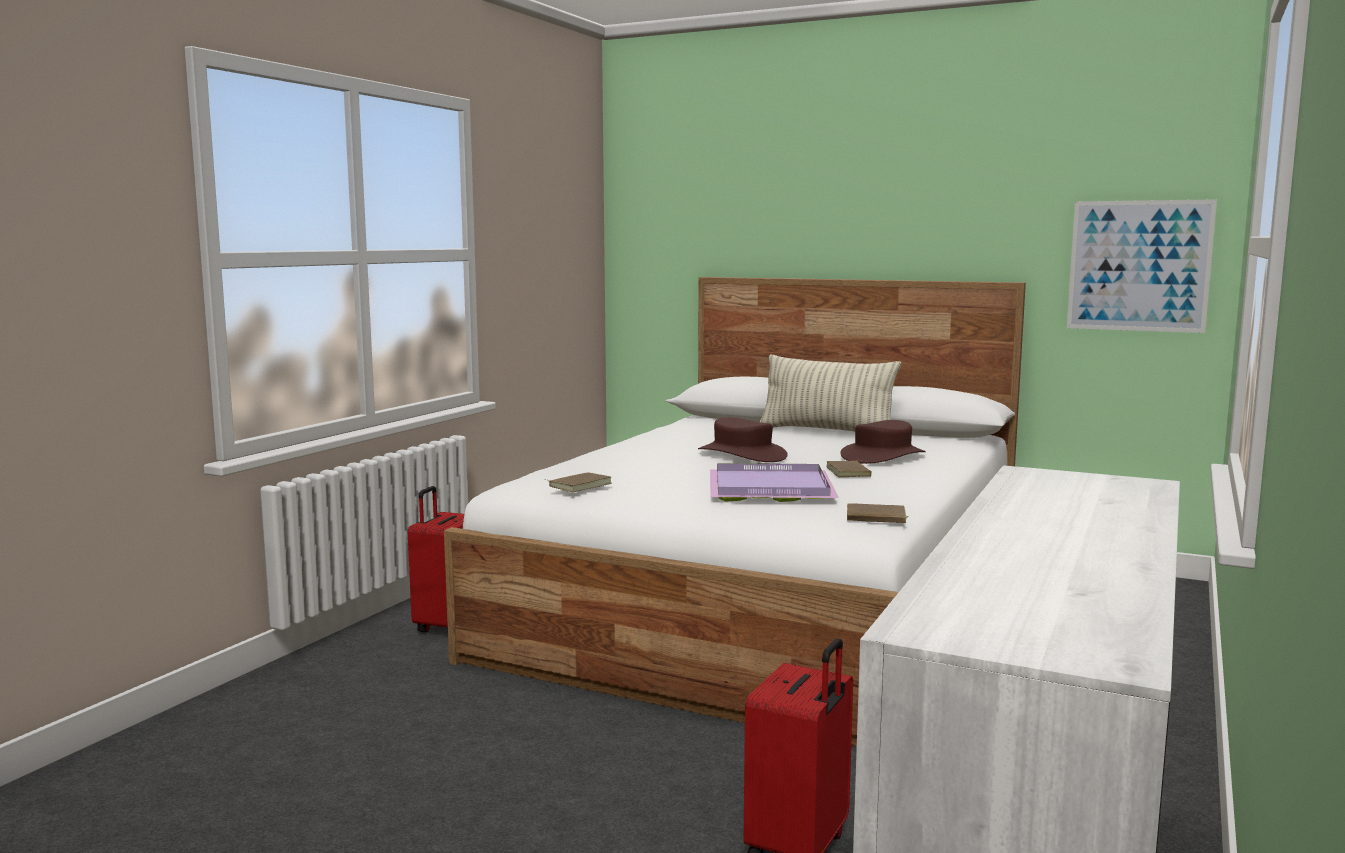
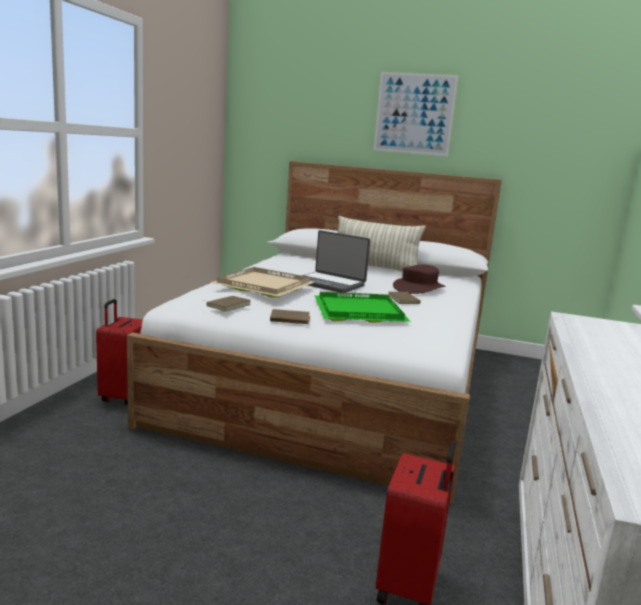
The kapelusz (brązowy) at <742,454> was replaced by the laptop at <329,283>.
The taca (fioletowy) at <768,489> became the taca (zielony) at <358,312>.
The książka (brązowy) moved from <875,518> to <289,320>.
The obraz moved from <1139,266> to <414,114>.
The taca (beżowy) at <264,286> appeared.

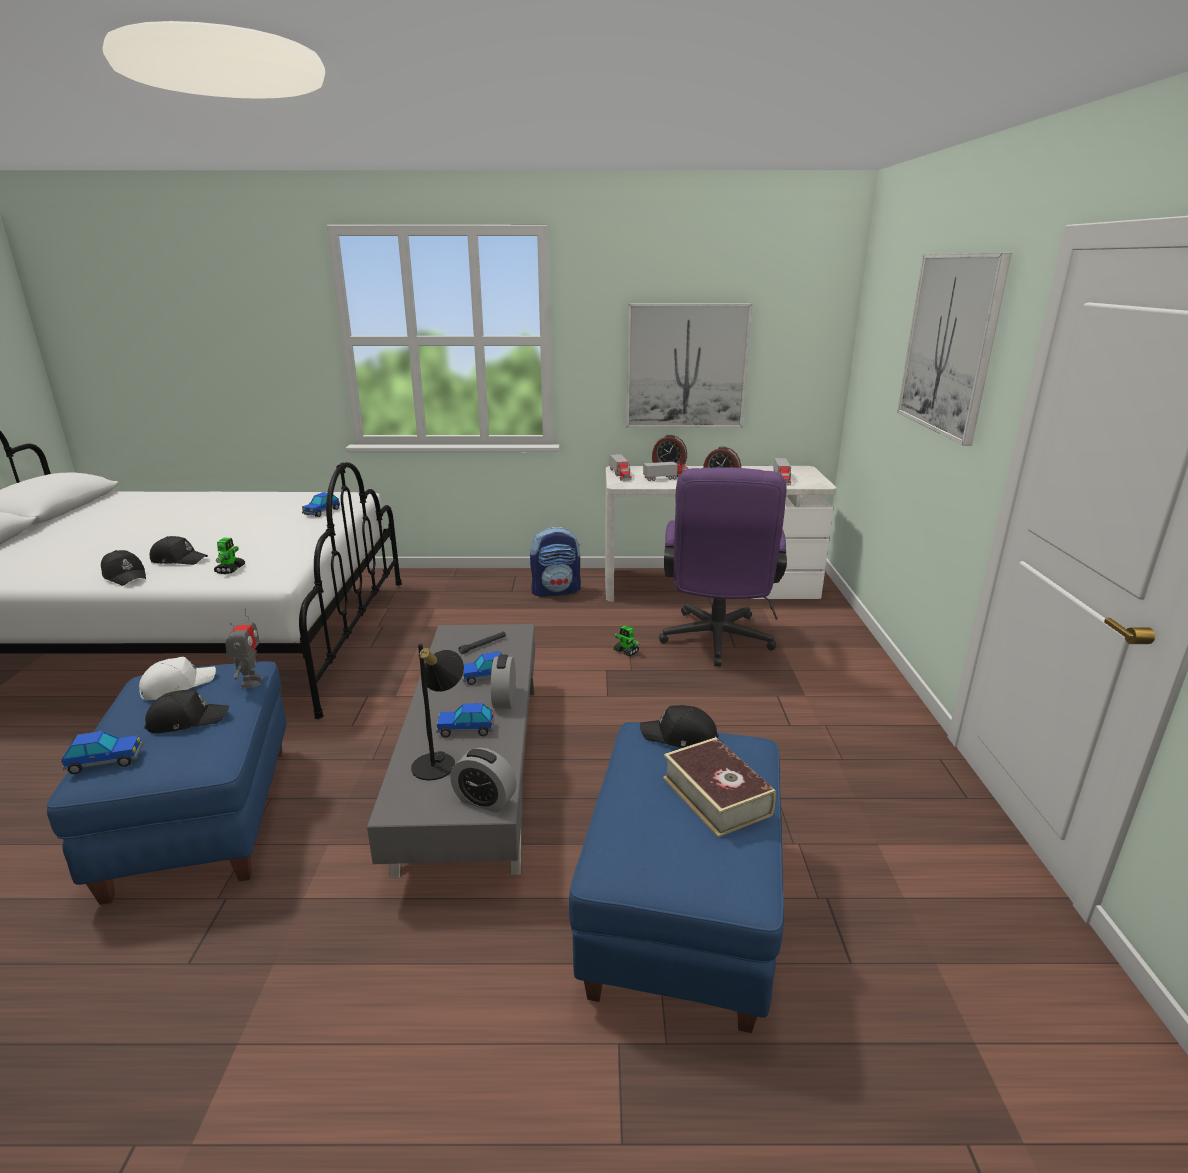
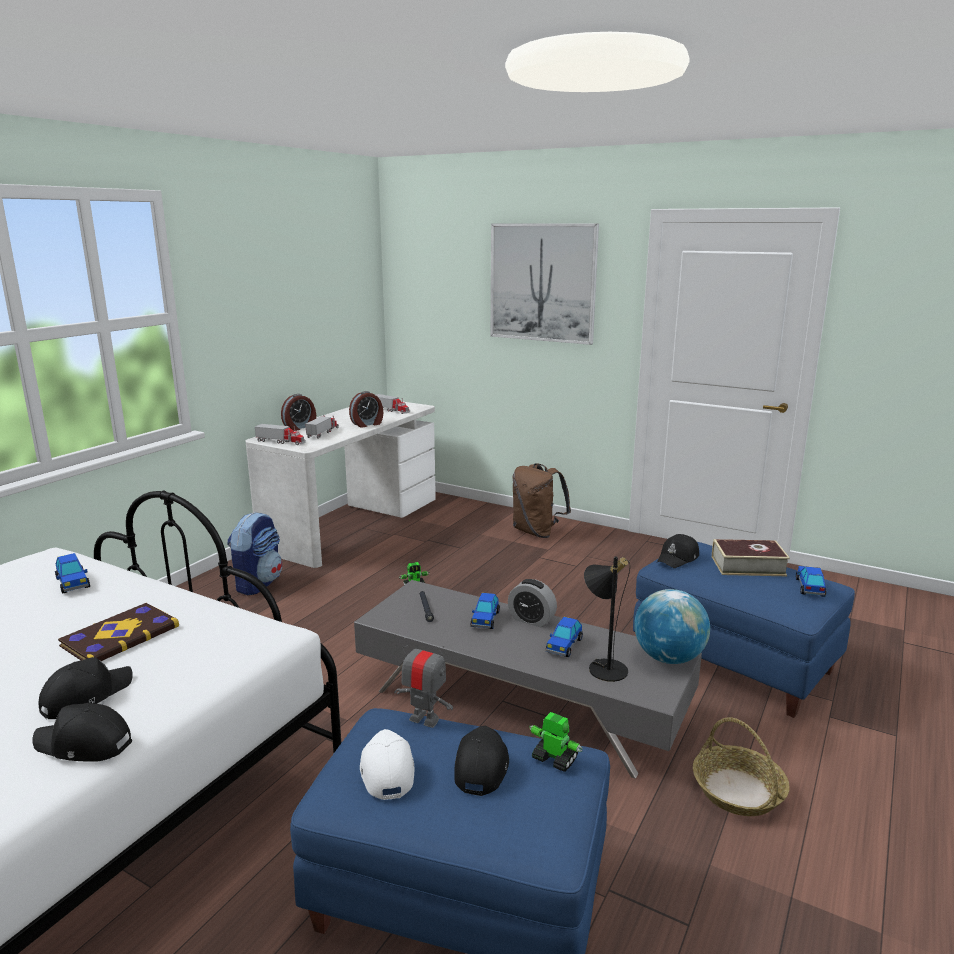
The samochodzik moved from <105,761> to <809,587>.
The czapka z daszkiem (czarny) at <125,576> turned 150 degrees counterclockwise.
The robot zabawkowy moved from <230,569> to <554,759>.
The budzik at <484,800> was replaced by the globus at <668,658>.
The obraz at <686,366> disappeared.
The krzesło biurowe (fioletowy) at <716,643> disappeared.
The książka at <120,636> appeared.
The plecak (brązowy) at <537,532> appeared.
The koszyk at <738,791> appeared.

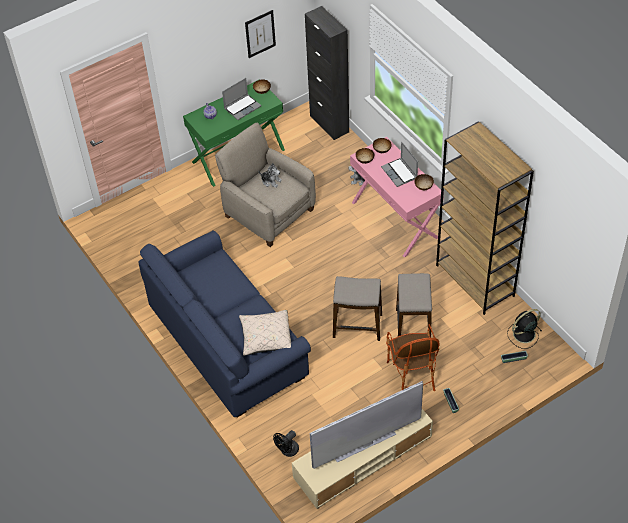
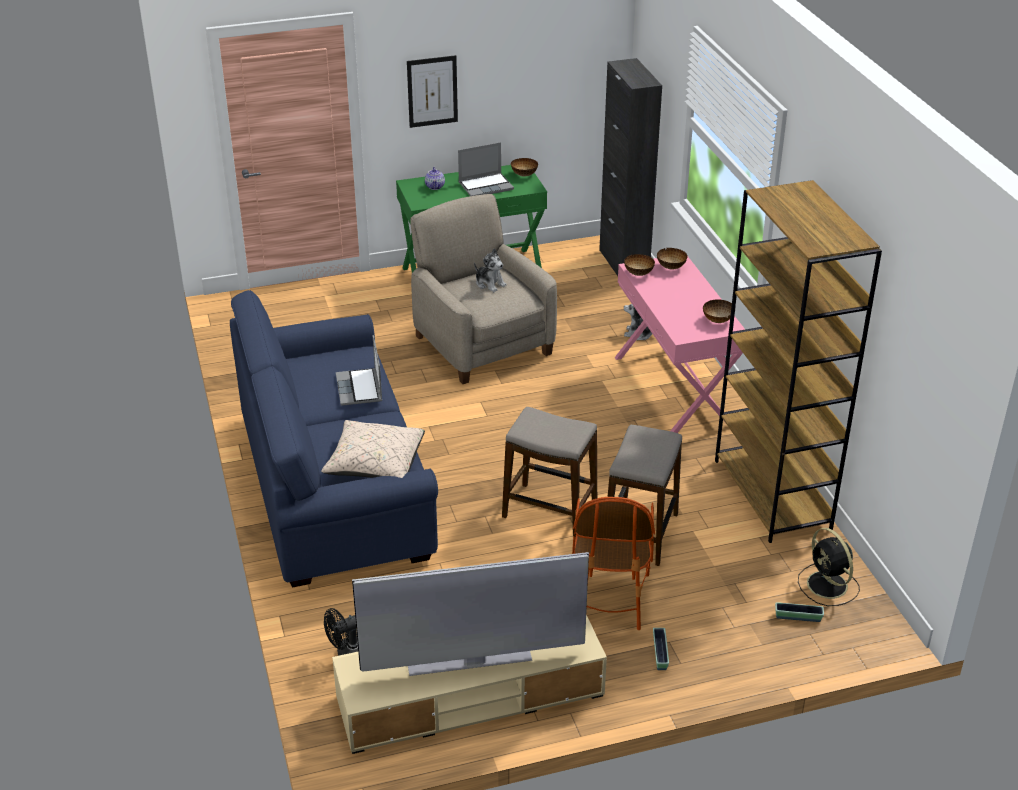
The obraz moved from <260,34> to <432,91>.
The laptop moved from <400,173> to <360,389>.
The wentylator (czarny) at <523,334> turned 105 degrees counterclockwise.

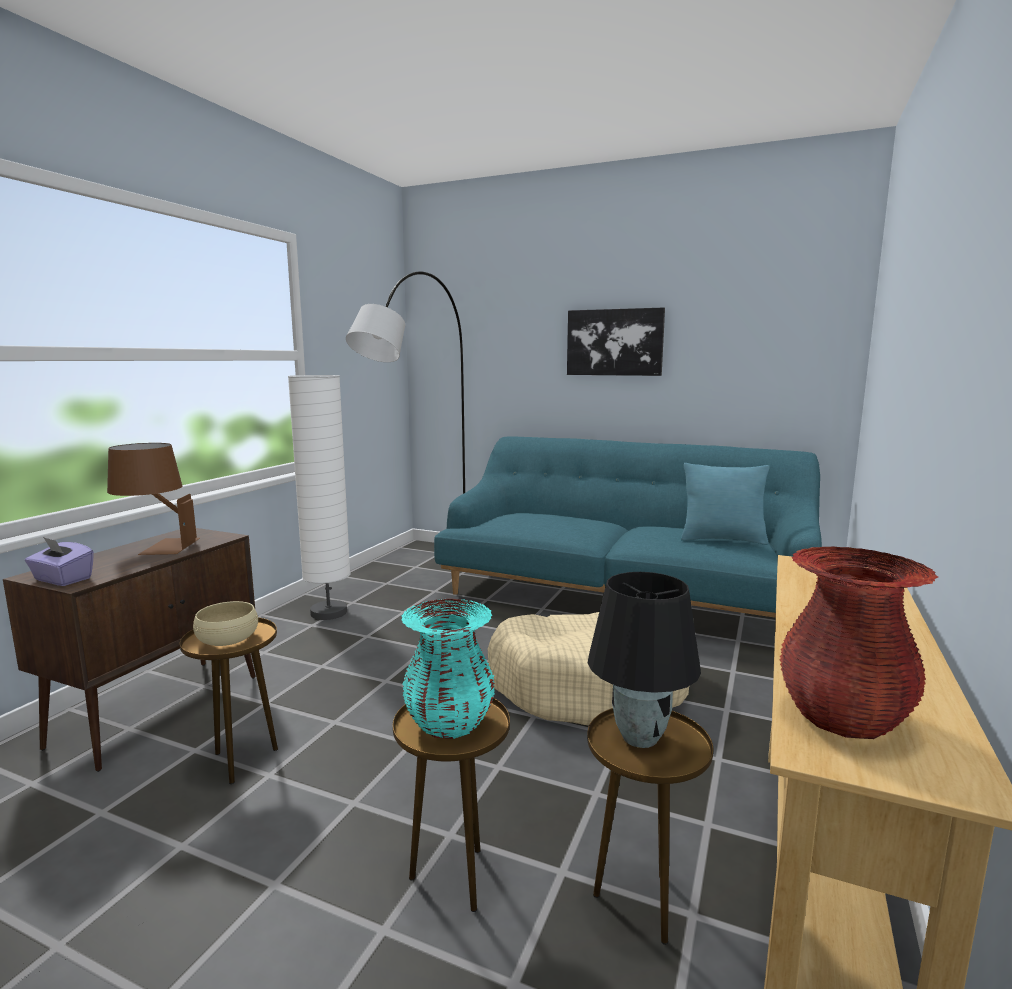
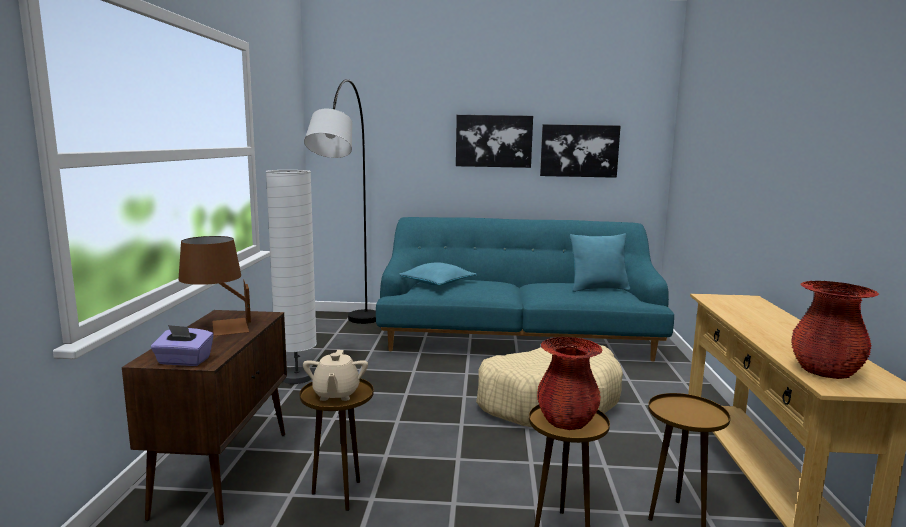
The miska (beżowy) at <227,639> was replaced by the imbryk (beżowy) at <336,394>.
The wazon (turkusowy) at <449,723> became the wazon (czerwony) at <566,421>.
The lampa stołowa (czarny) at <639,736> disappeared.
The poduszka (turkusowy) at <437,283> appeared.
The obraz at <579,151> appeared.

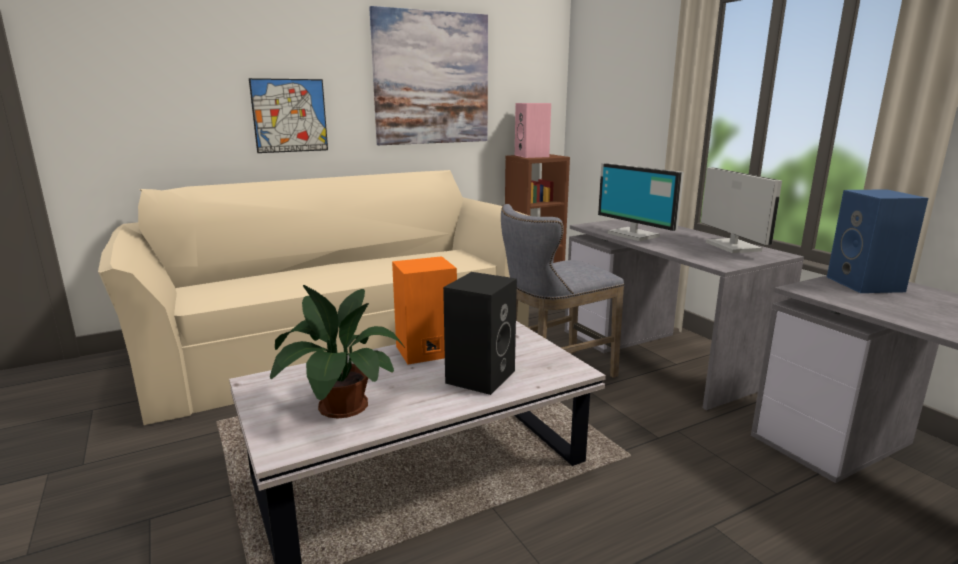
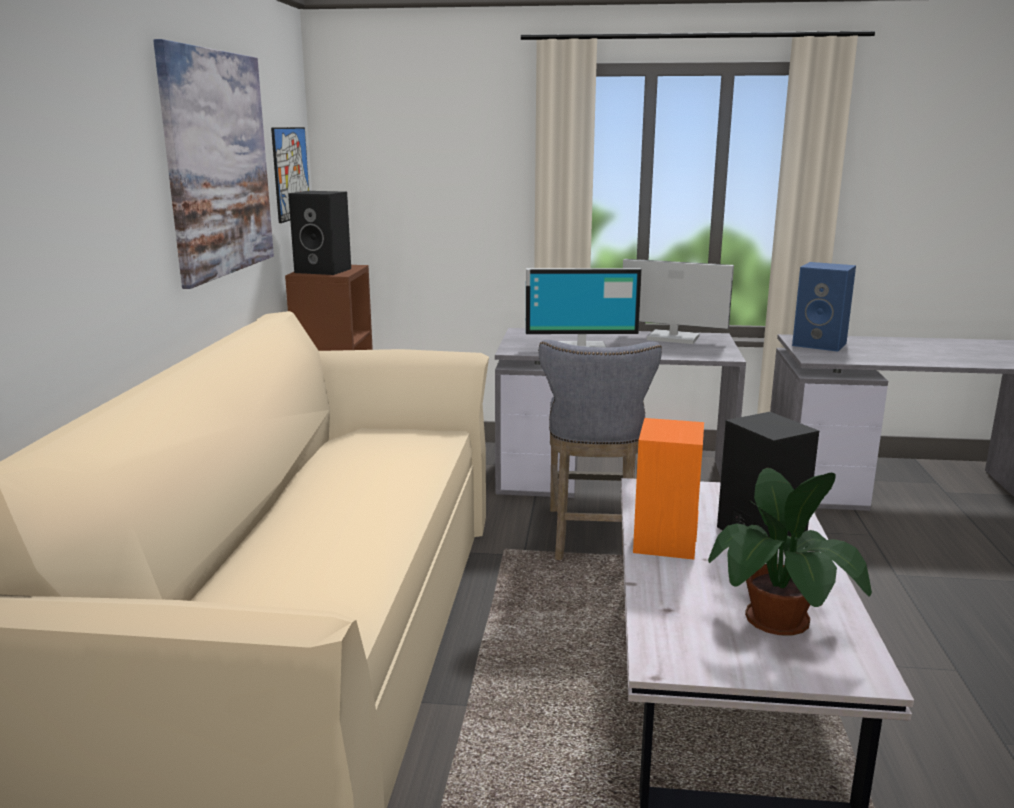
The obraz moved from <290,115> to <291,173>.
The głośnik (różowy) at <532,156> became the głośnik (czarny) at <325,270>.

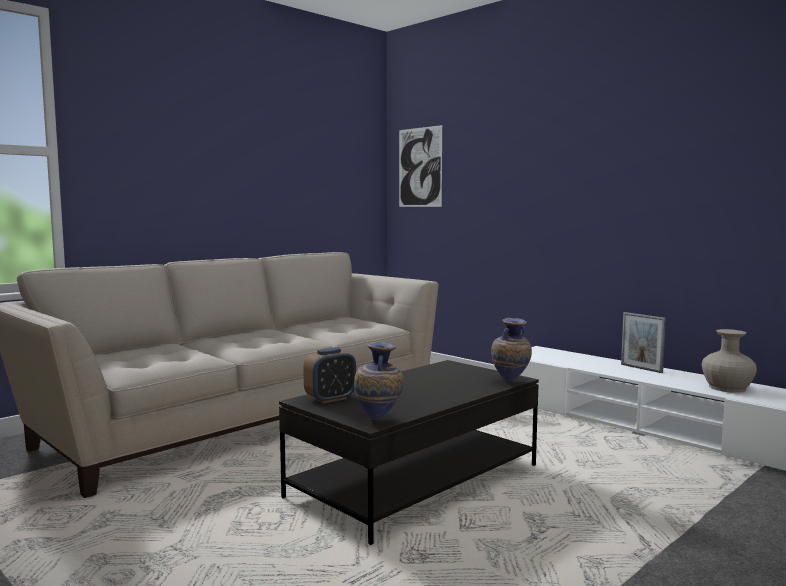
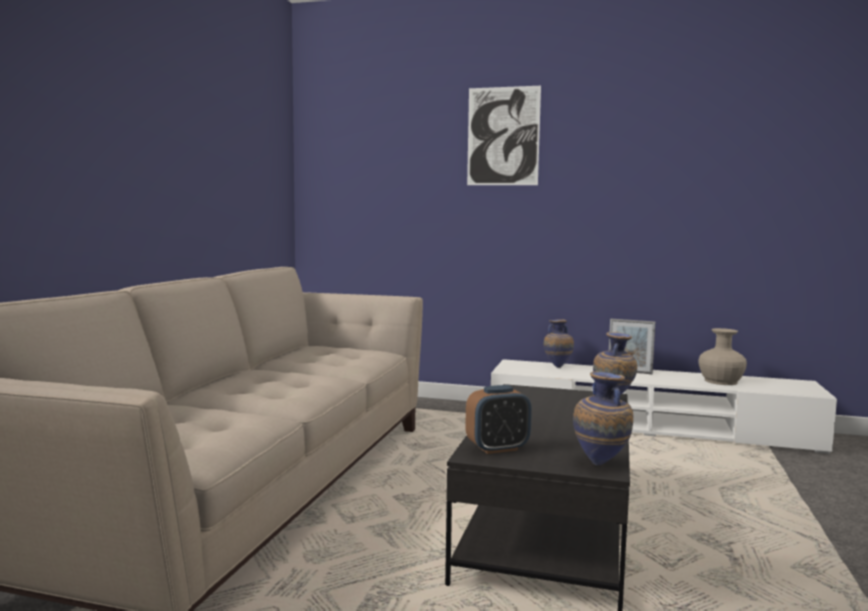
The budzik at <330,399> turned 45 degrees clockwise.
The obraz moved from <420,167> to <503,136>.
The wazon at <557,367> appeared.

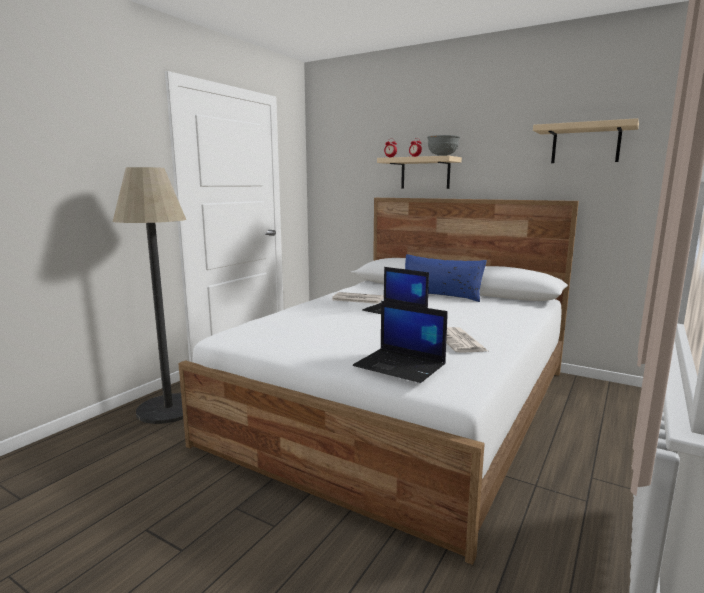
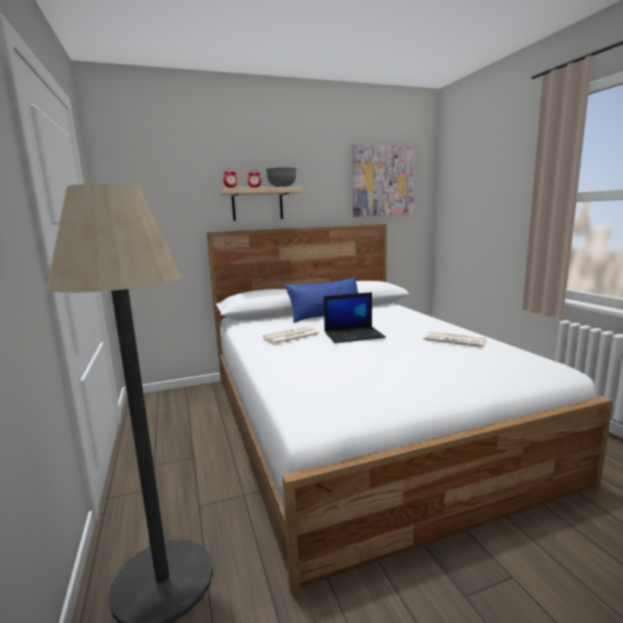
The laptop at <401,366> disappeared.
The półka (beżowy) at <585,144> was replaced by the obraz at <383,181>.

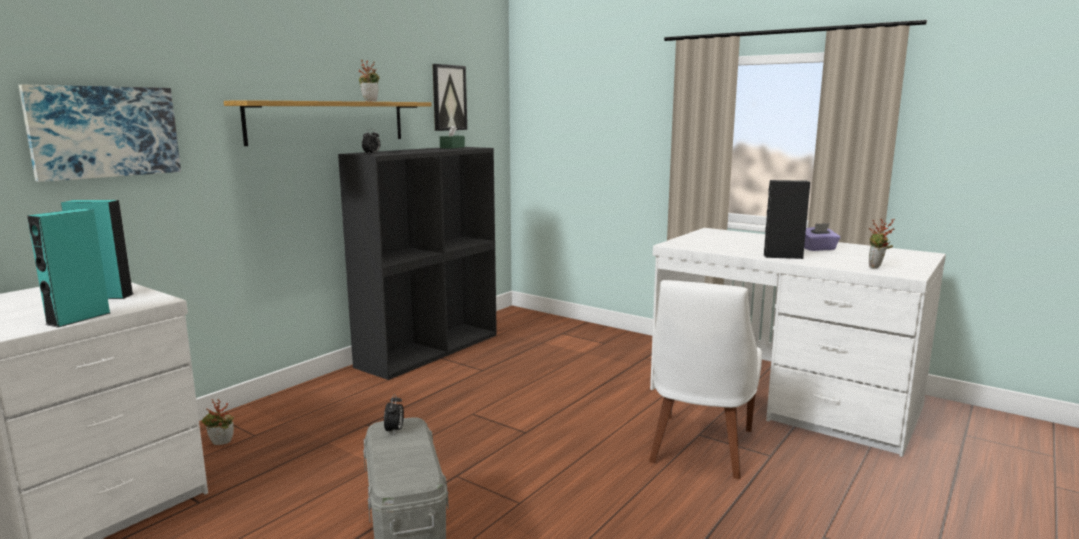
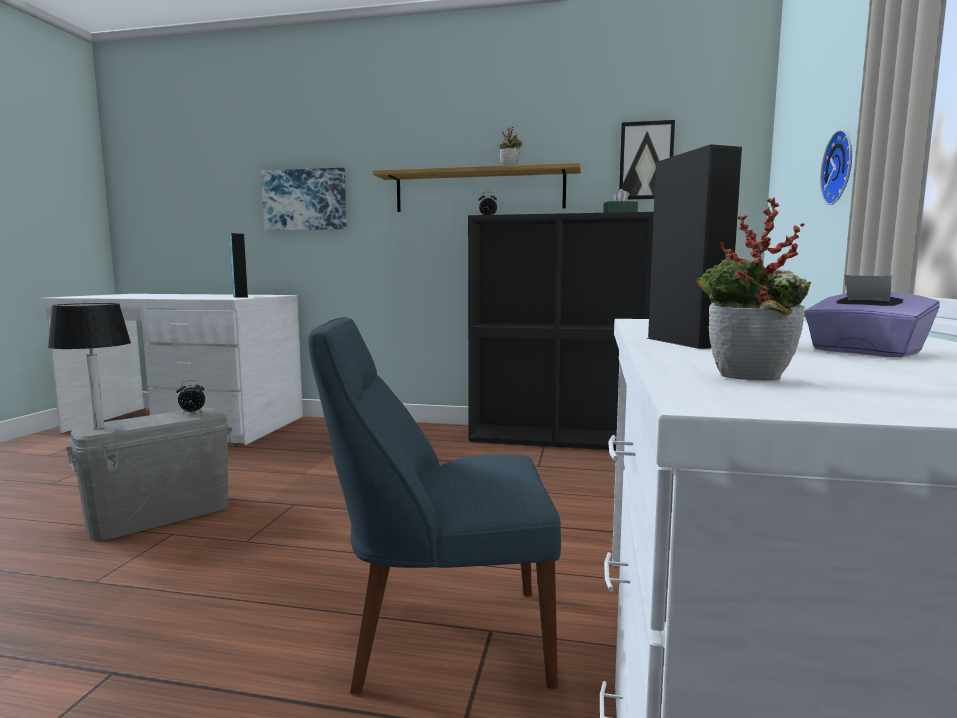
The głośnik (turkusowy) at <79,318> disappeared.
The roślina doniczkowa at <220,444> disappeared.
The krzesło (biały) at <699,448> became the krzesło (niebieski) at <441,637>.
The lampa stołowa (czarny) at <99,427> appeared.
The zegar ścienny at <841,167> appeared.

